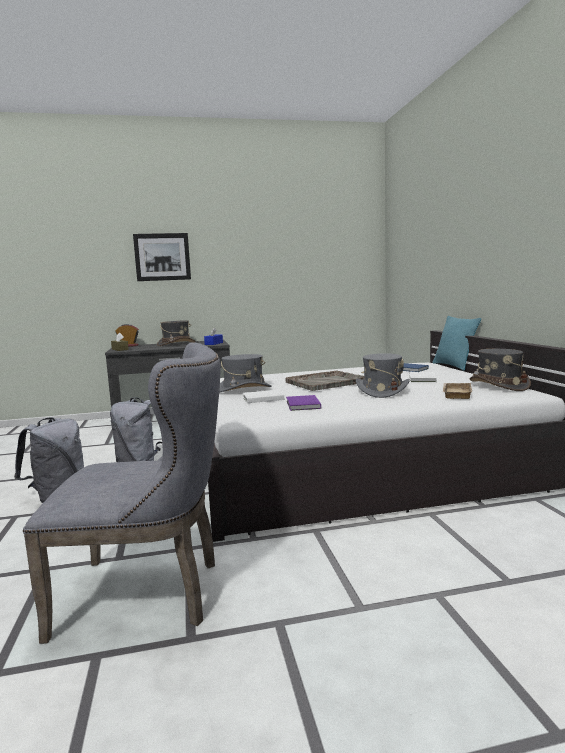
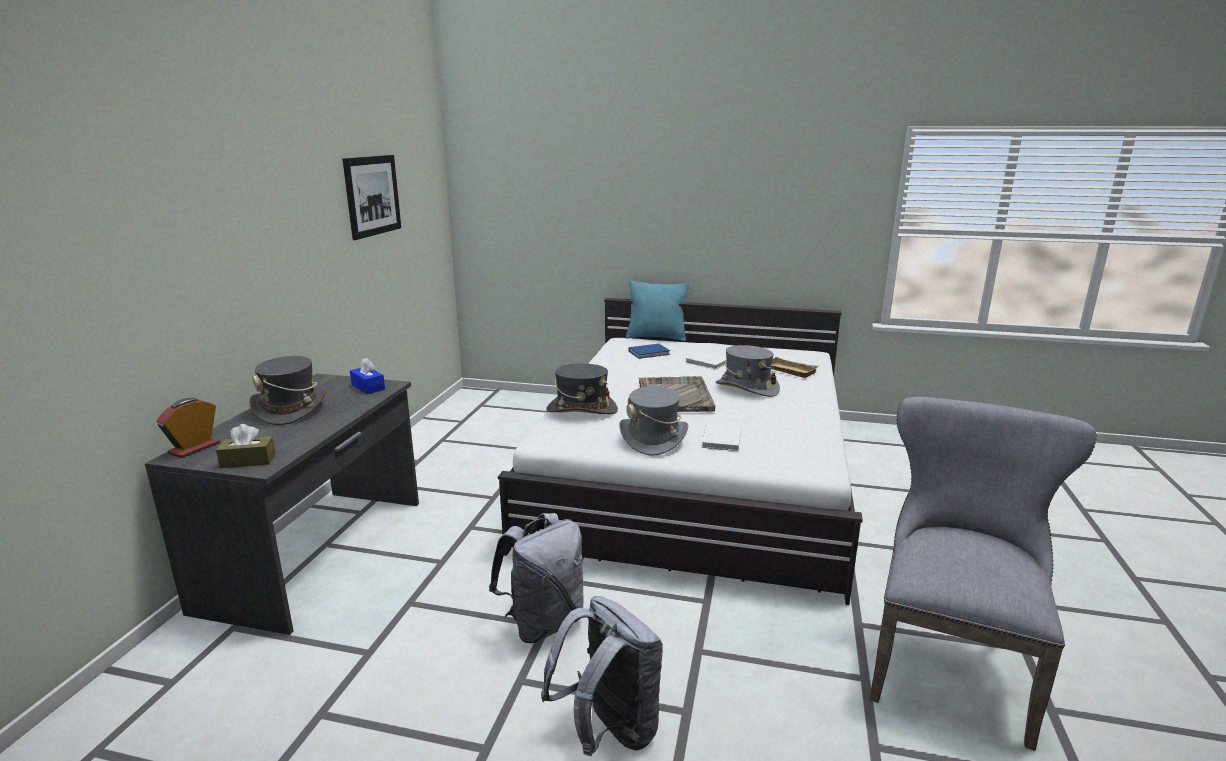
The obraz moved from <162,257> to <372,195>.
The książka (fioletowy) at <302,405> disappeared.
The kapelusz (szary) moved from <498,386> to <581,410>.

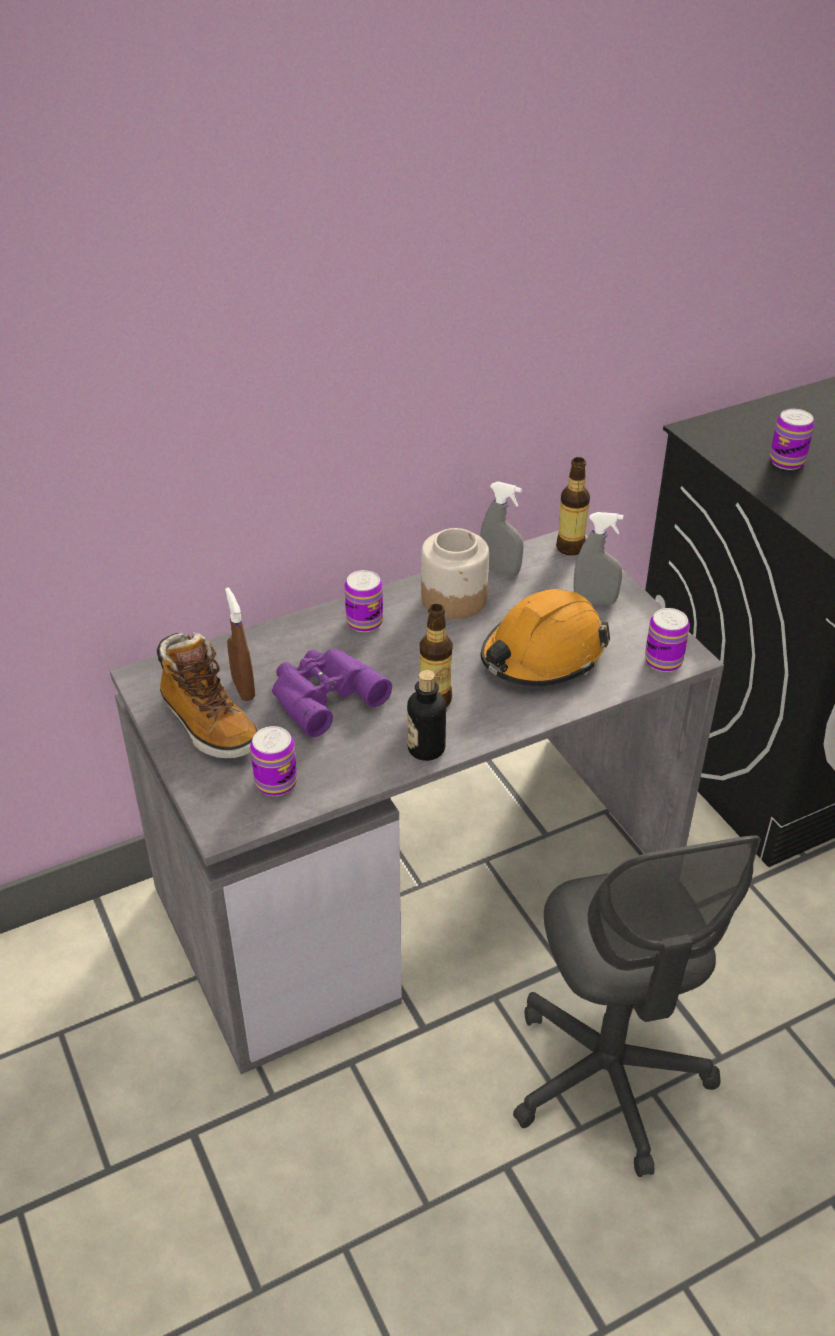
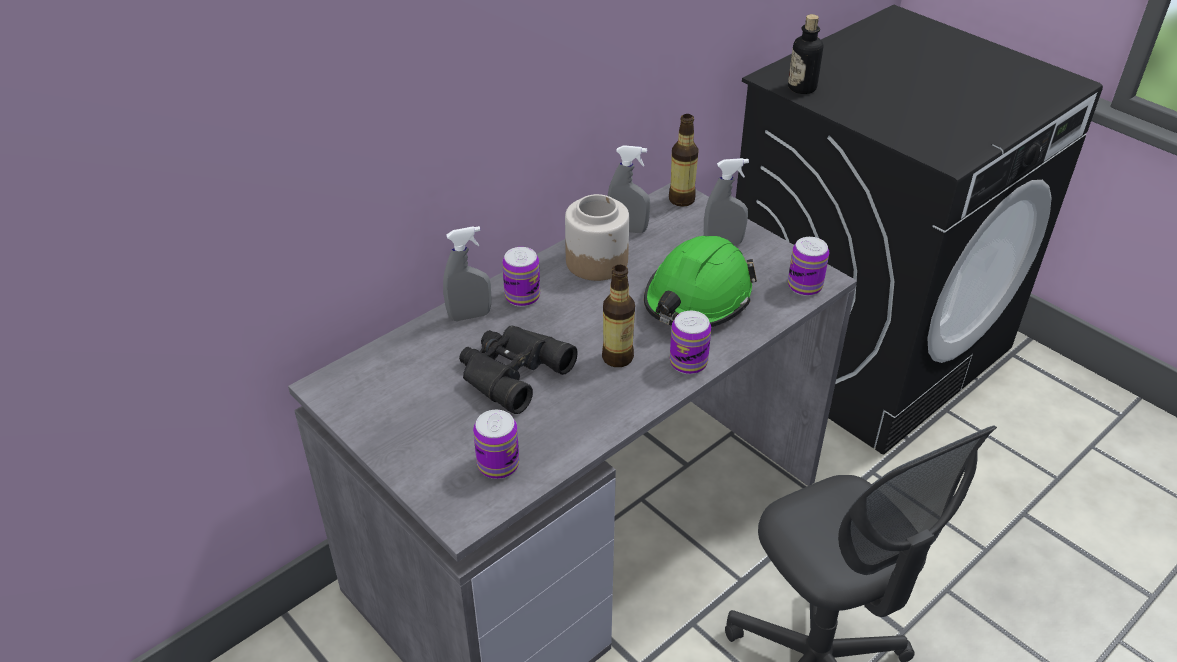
The but z cholewką at <208,724> disappeared.
The spryskiwacz (brązowy) at <243,688> disappeared.
The lornetka (fioletowy) at <323,695> became the lornetka (czarny) at <510,372>.
The butelka moved from <426,748> to <802,88>.
The kask (pomarańczowy) at <542,655> became the kask (zielony) at <697,299>.
The puszka moved from <787,461> to <688,363>.
The spryskiwacz (szary) at <469,315> appeared.

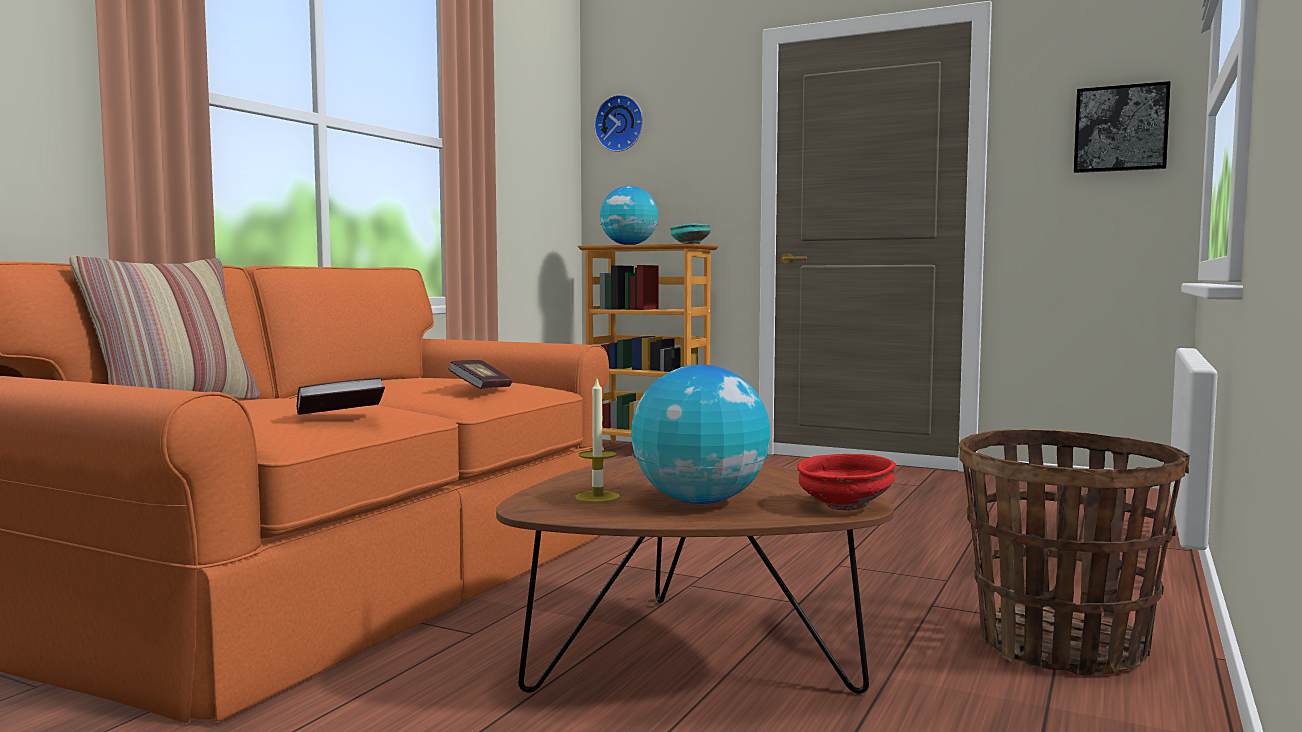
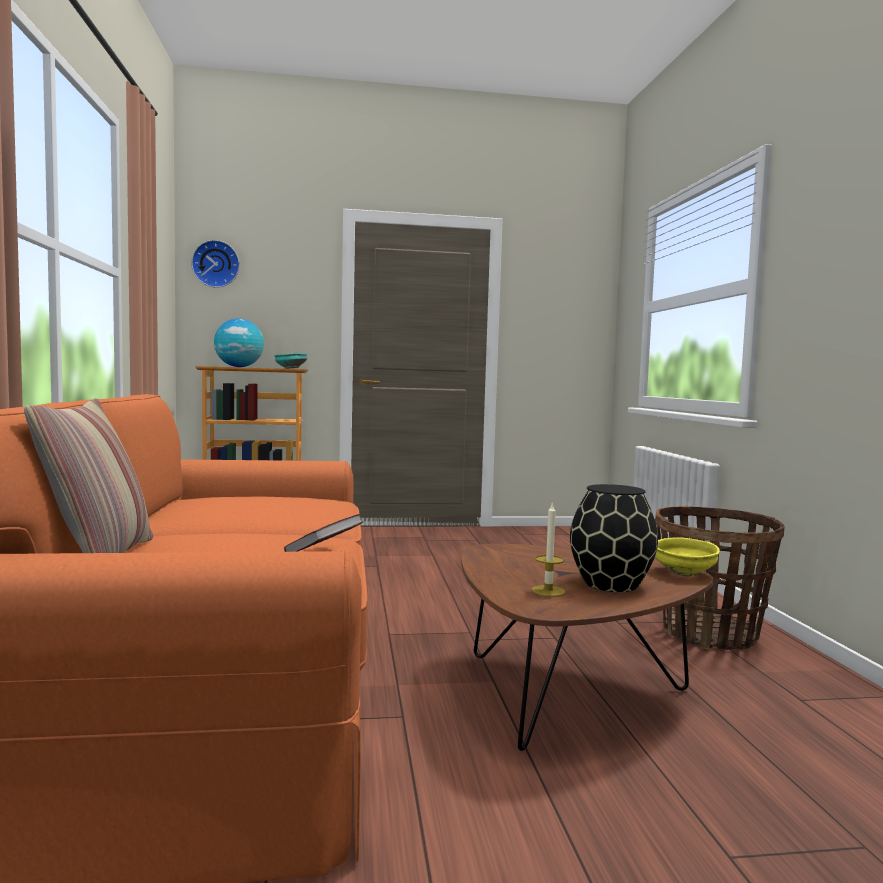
The książka at <481,389> disappeared.
The globus at <700,502> was replaced by the wazon (czarny) at <611,583>.
The miska (czerwony) at <843,507> became the miska (żółty) at <683,573>.
The obraz at <1121,129> disappeared.

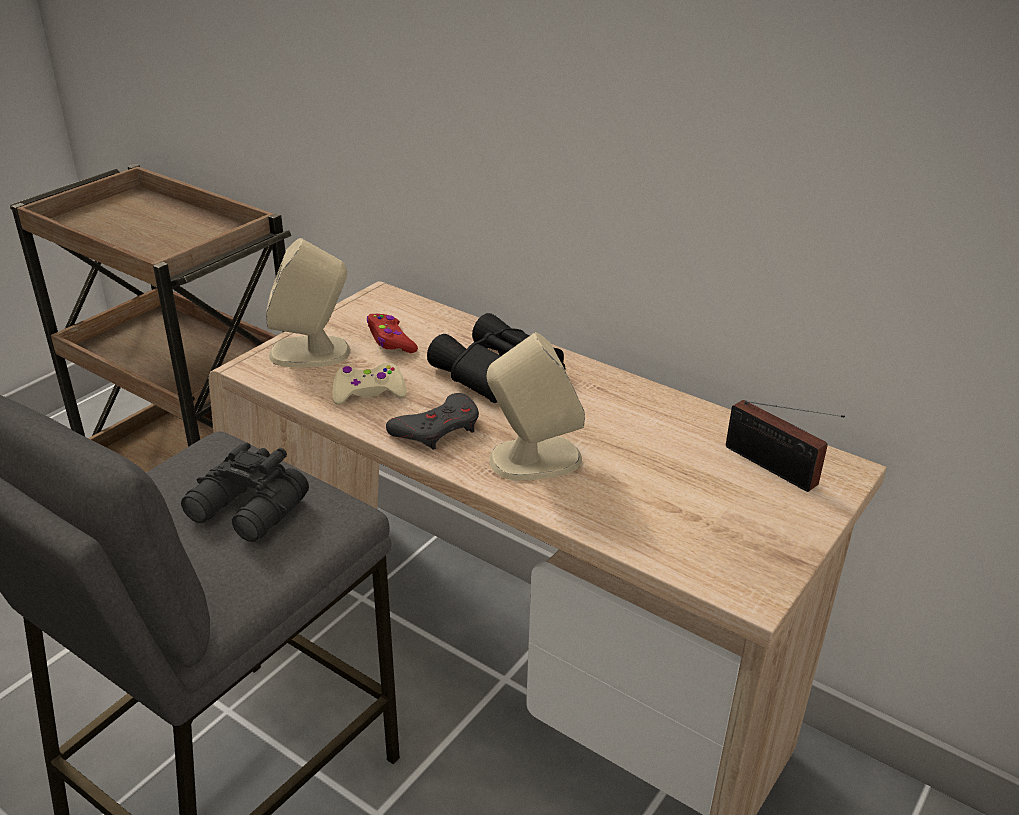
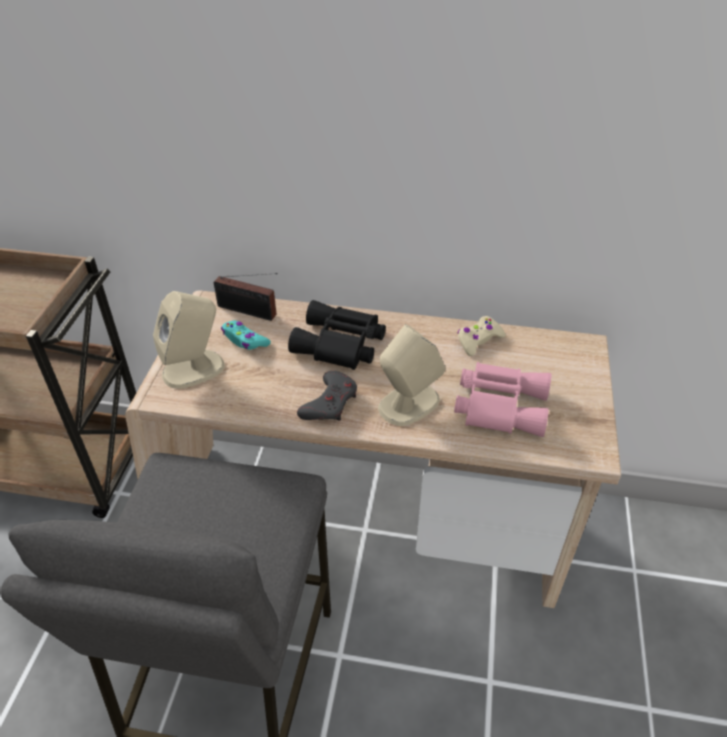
The lornetka (czarny) at <248,511> disappeared.
The pad do gier (beżowy) moved from <368,392> to <478,340>.
The pad do gier (czerwony) at <390,341> became the pad do gier (turkusowy) at <245,340>.
The radio moved from <774,469> to <249,312>.
The lornetka (różowy) at <499,404> appeared.

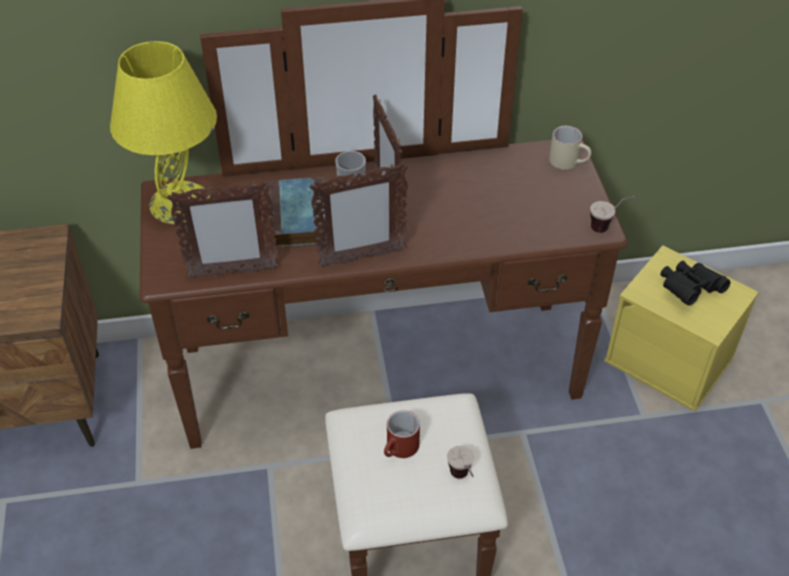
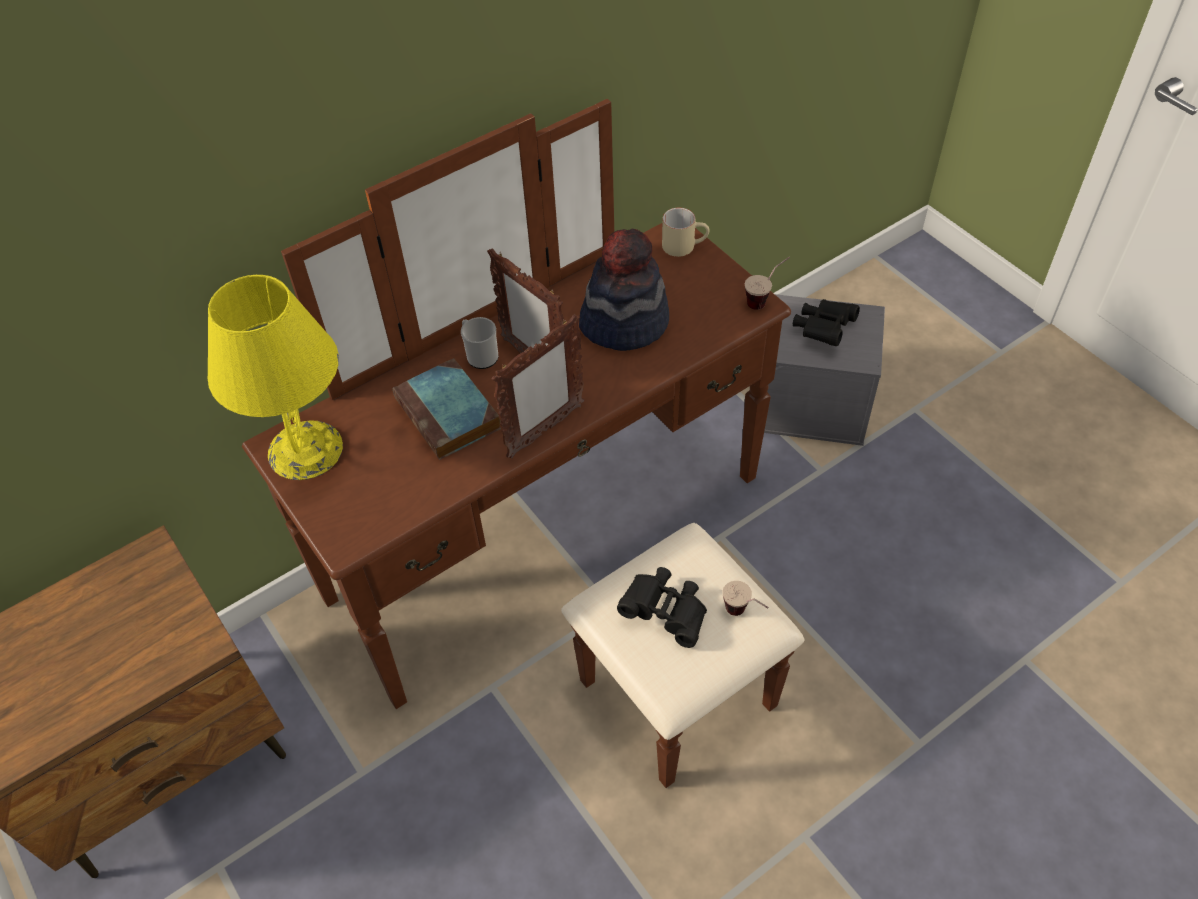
The ramka na zdjęcie at <232,272> disappeared.
The kubek (czerwony) at <400,450> was replaced by the lornetka (czarny) at <666,613>.
The pojemnik do przechowywania (żółty) at <670,359> became the pojemnik do przechowywania (szary) at <814,403>.
The kapelusz at <624,322> appeared.

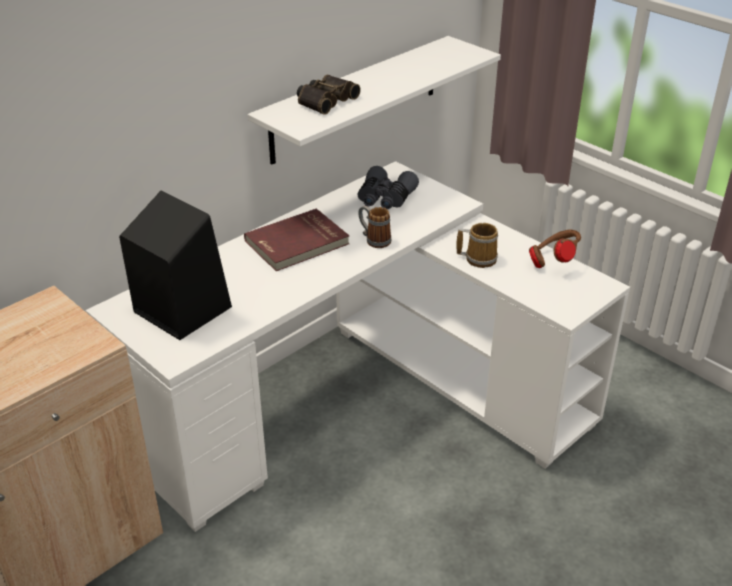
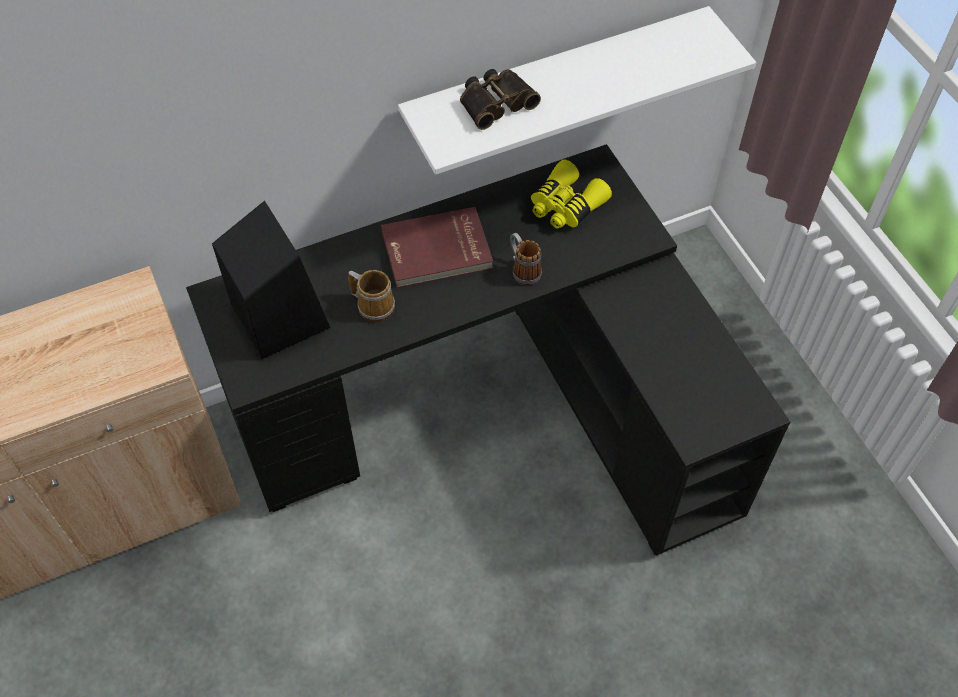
The biurko (biały) at <361,402> became the biurko (czarny) at <496,406>.
The lornetka (szary) at <385,198> became the lornetka (żółty) at <565,206>.
The kubek moved from <479,258> to <374,305>.
The słuchawki (brązowy) at <554,262> disappeared.

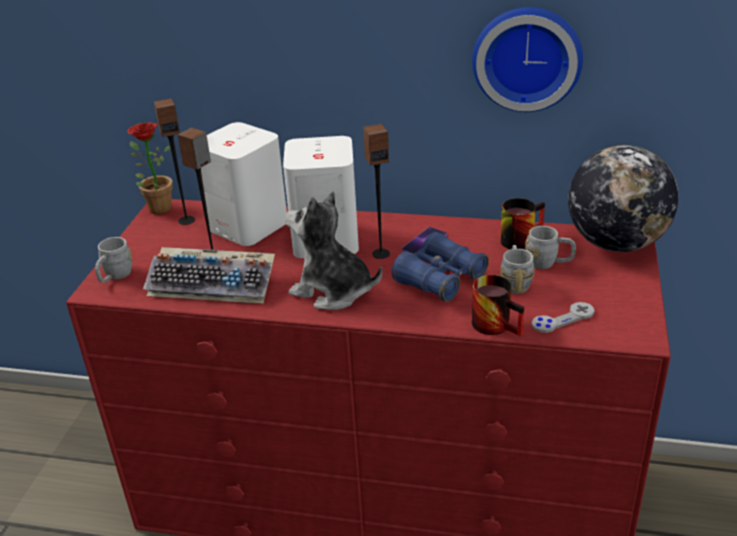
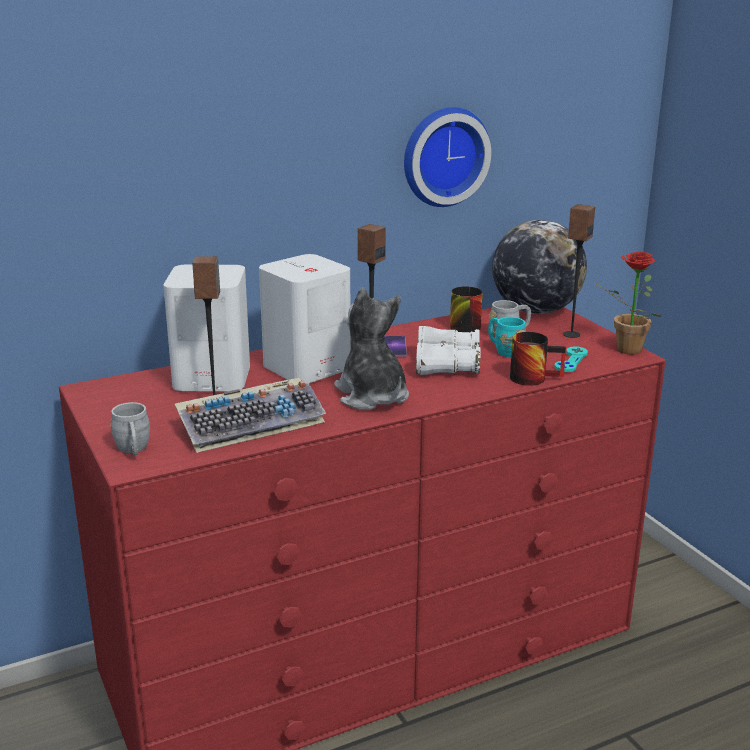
The roślina doniczkowa moved from <156,207> to <623,350>.
The głośnik moved from <186,220> to <571,334>.
The pluszak at <332,291> turned 75 degrees clockwise.
The lornetka (niebieski) at <440,279> became the lornetka (biały) at <447,364>.
The kubek (szary) at <515,282> became the kubek (turkusowy) at <504,350>.
The pad do gier (szary) at <563,319> became the pad do gier (turkusowy) at <571,361>.

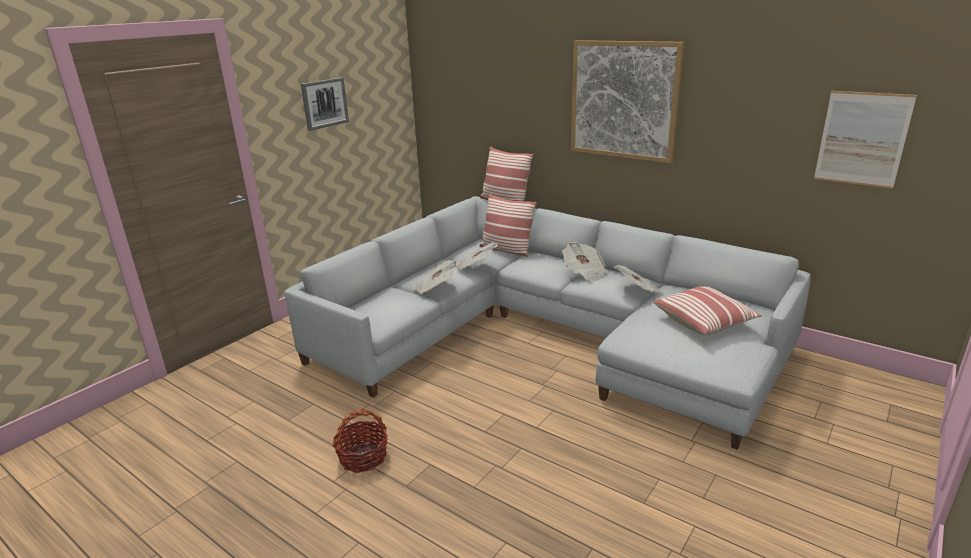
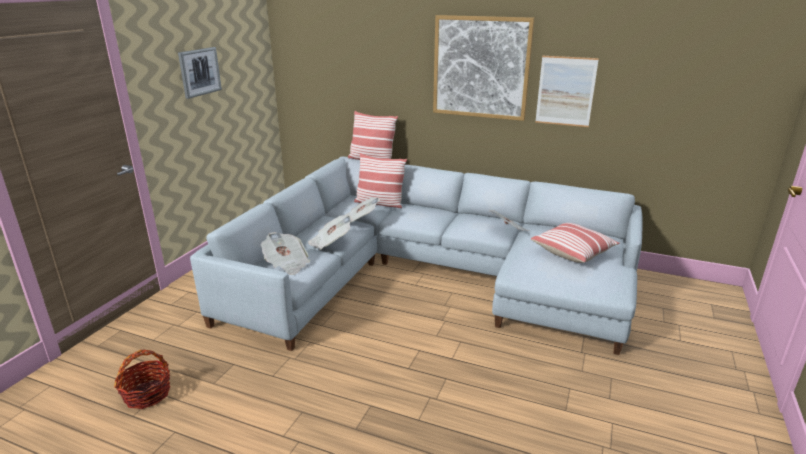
The koszyk moved from <363,457> to <147,394>.
The gazeta moved from <584,273> to <286,264>.
The obraz moved from <862,139> to <565,91>.

